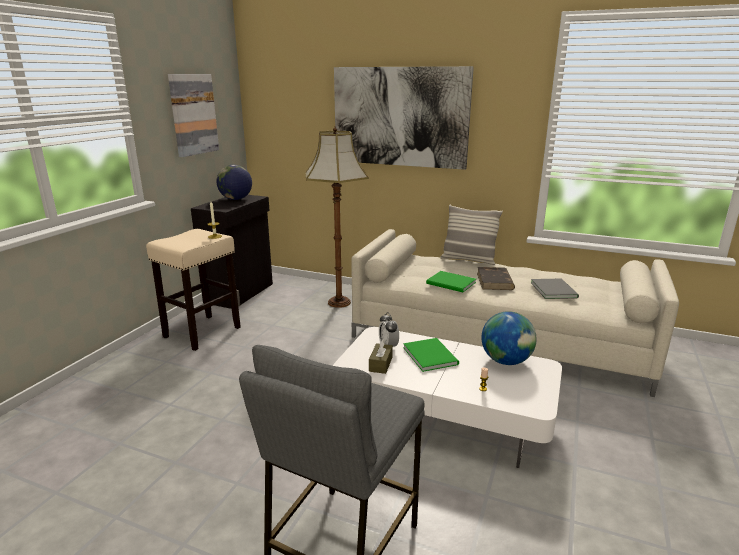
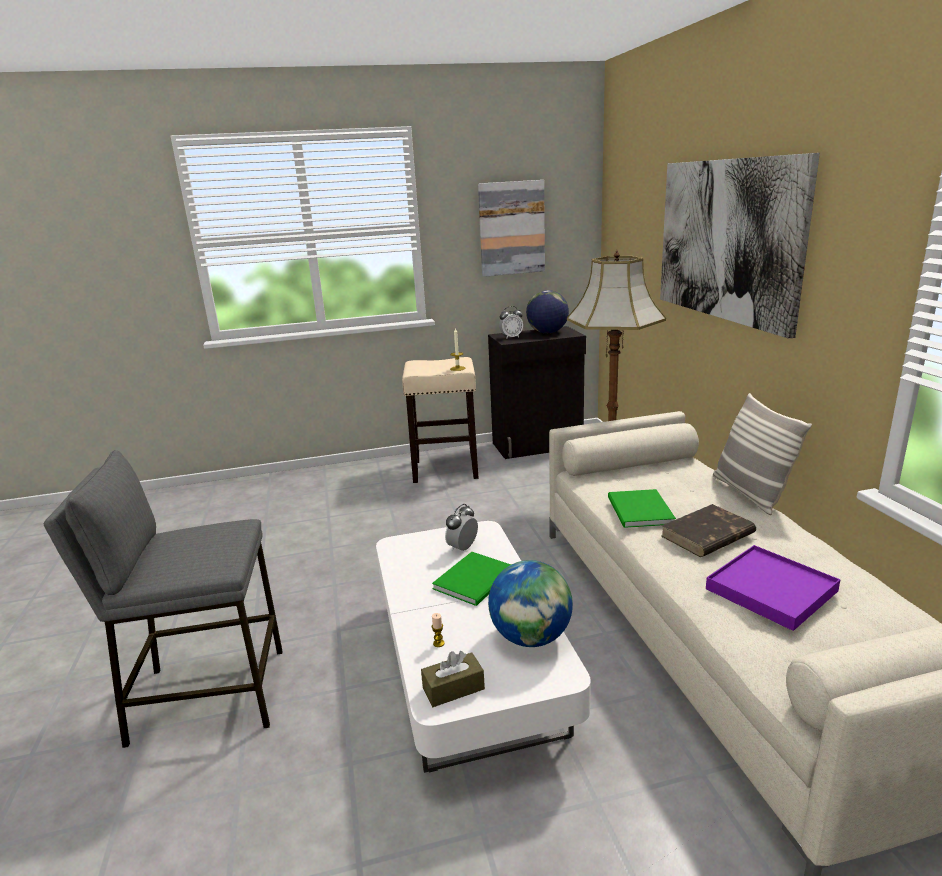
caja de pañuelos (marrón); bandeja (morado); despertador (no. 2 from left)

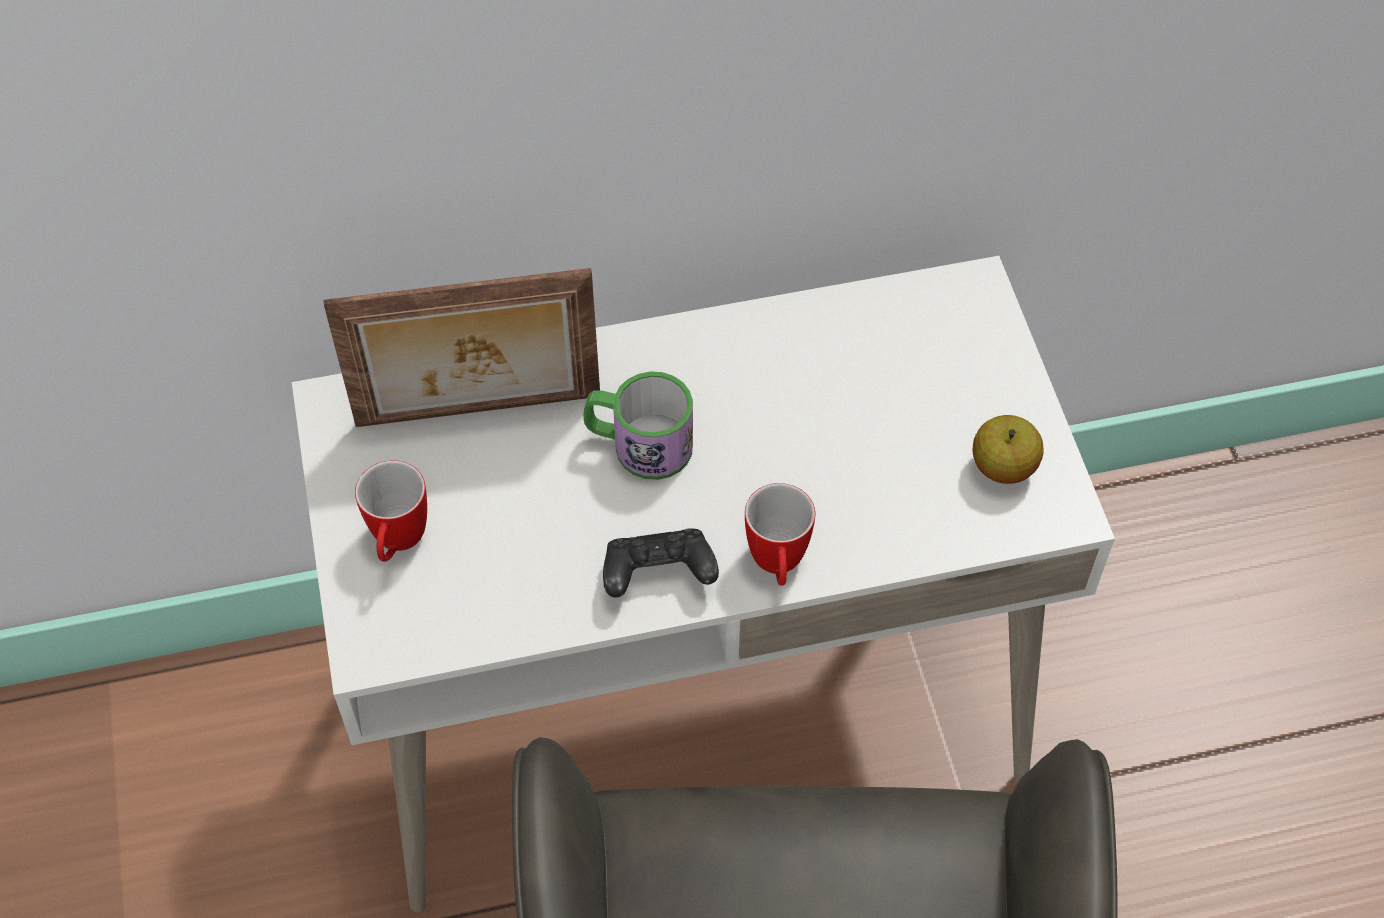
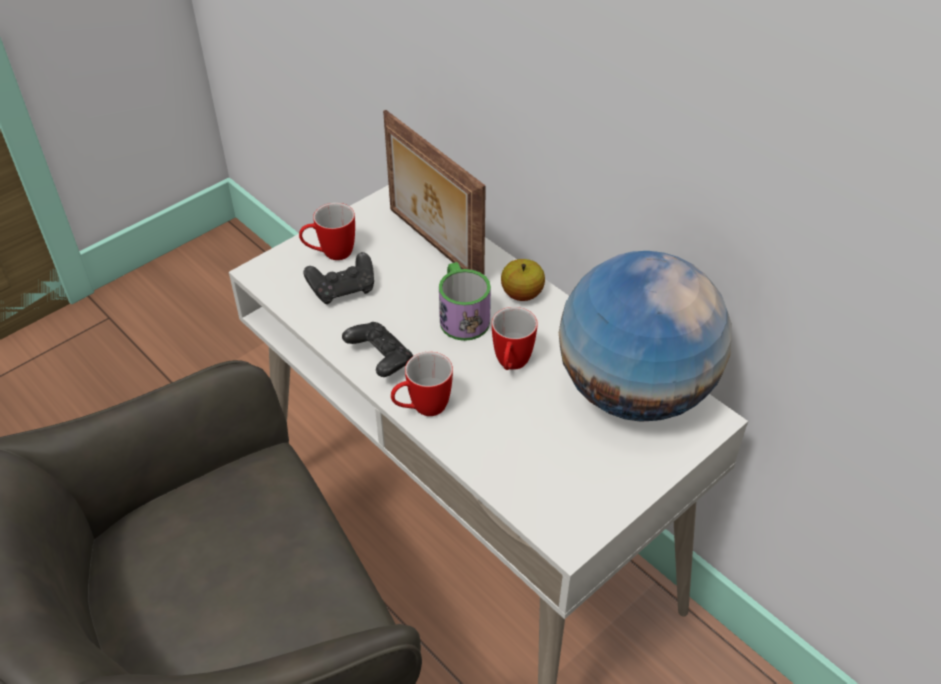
manzana; mando de consola (negro) (no. 1 from left); taza grande (no. 4 from left); globo terráqueo

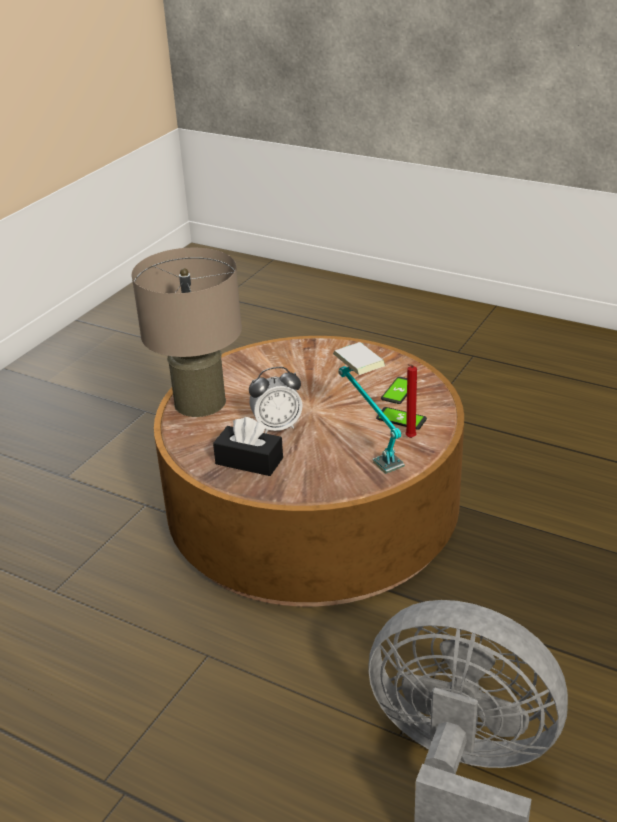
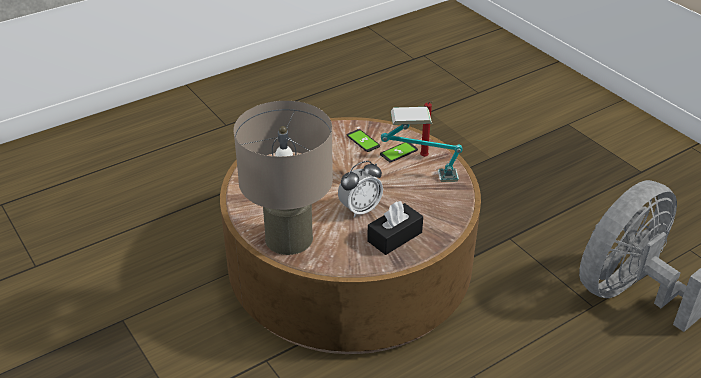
despertador

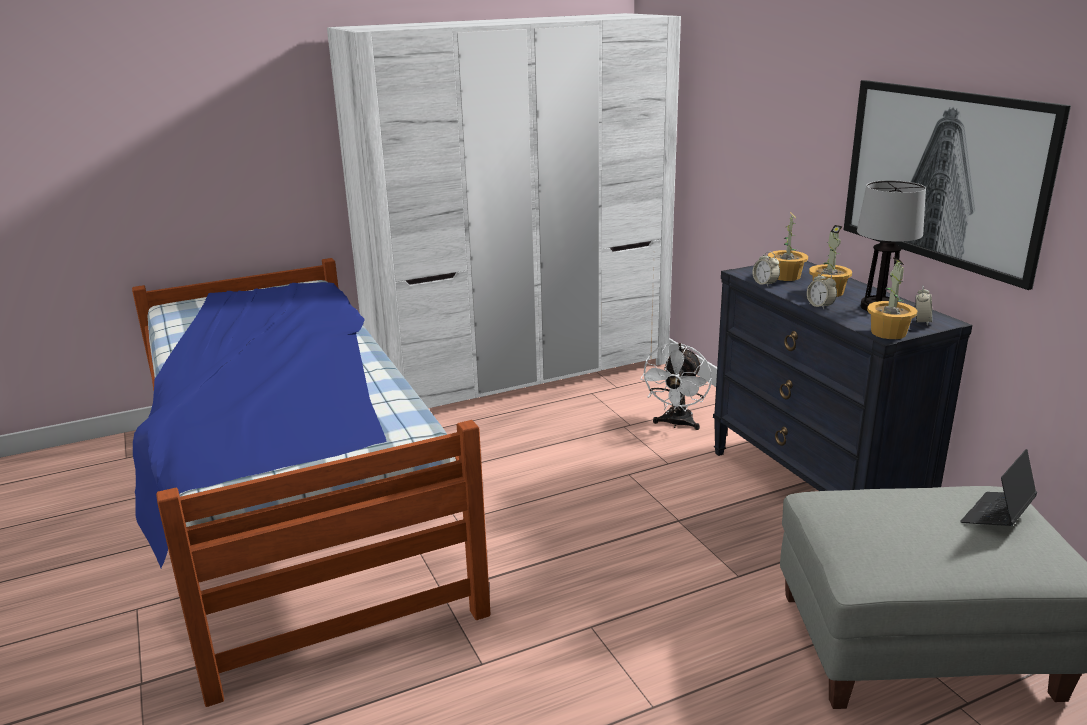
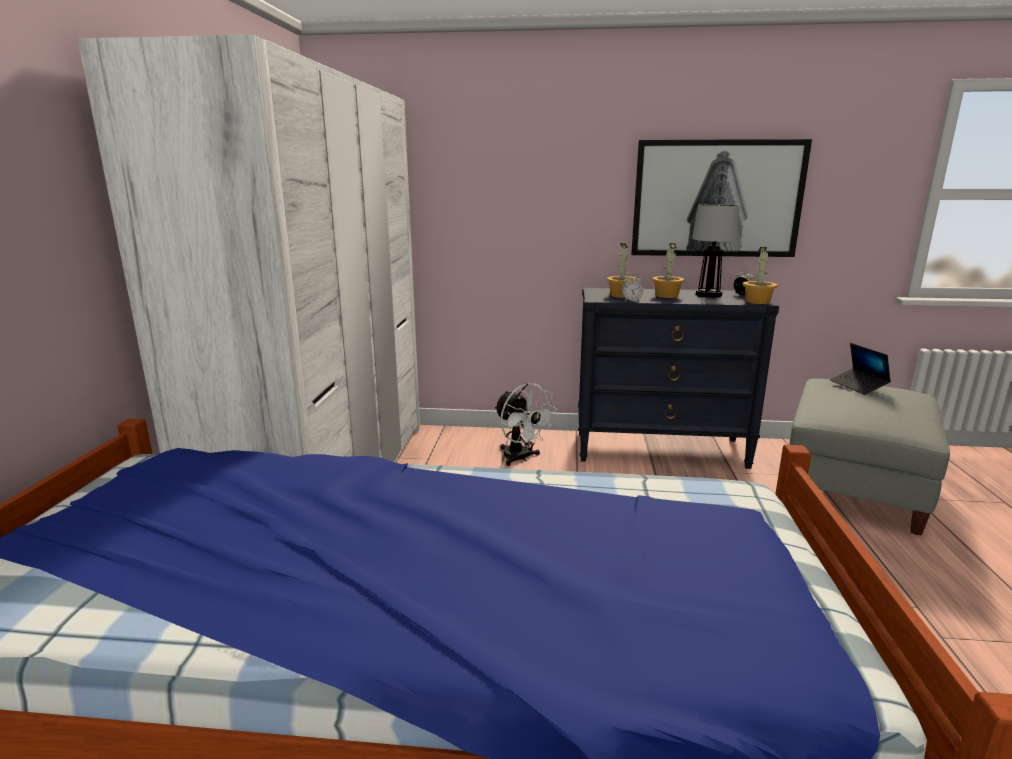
despertador (no. 2 from left in the first image)

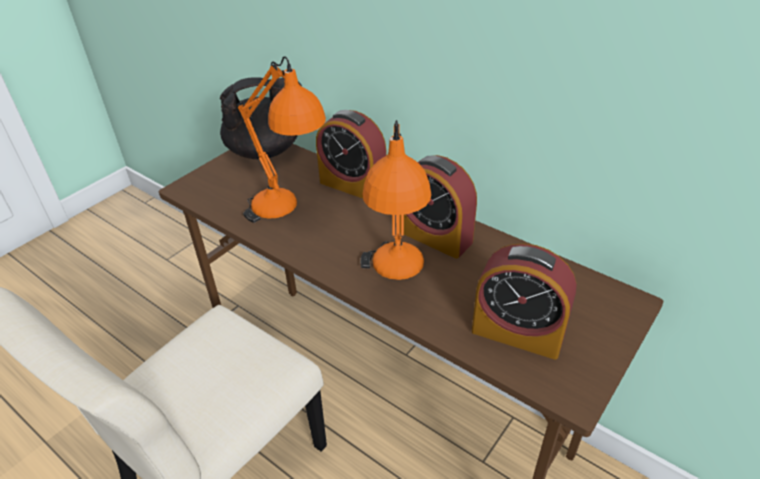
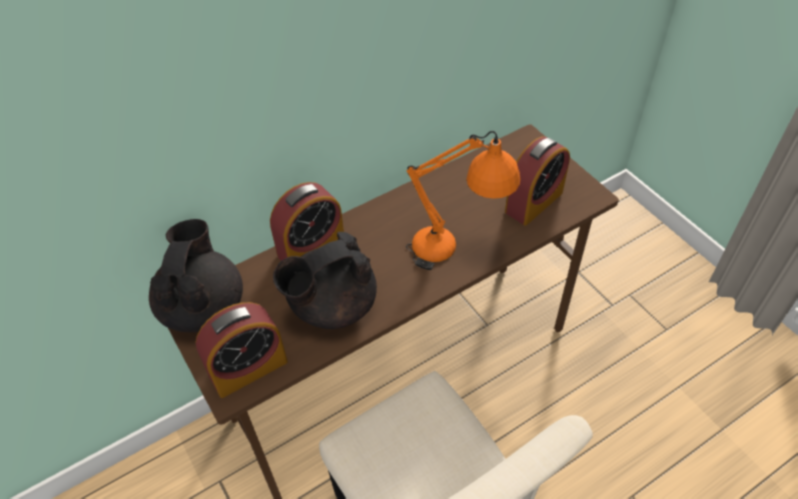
tetera (negro) (no. 2 from left); despertador (no. 1 from left)

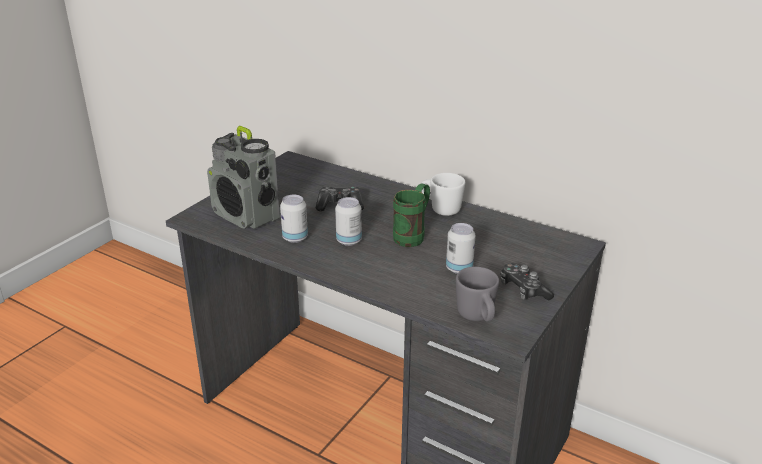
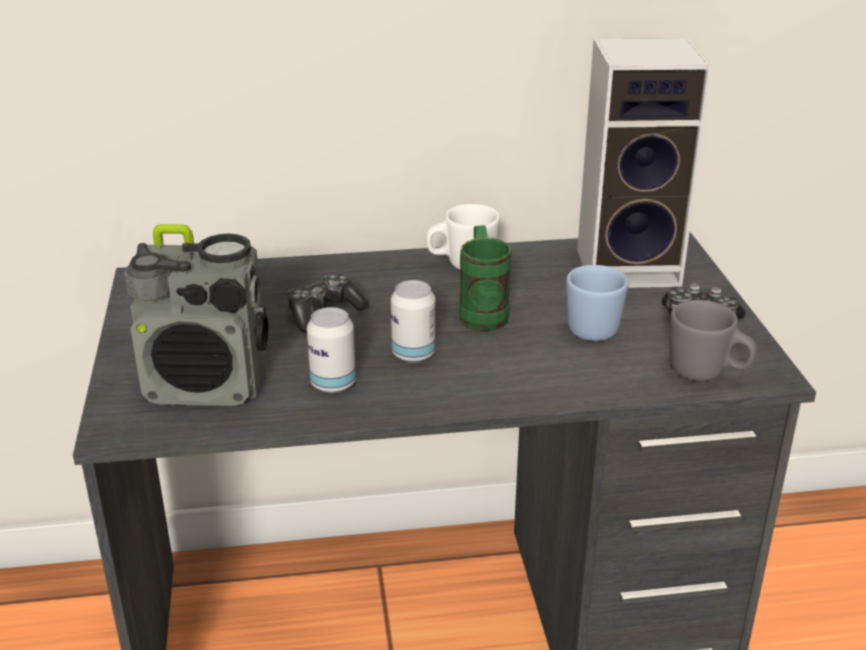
taza grande (azul); altavoz

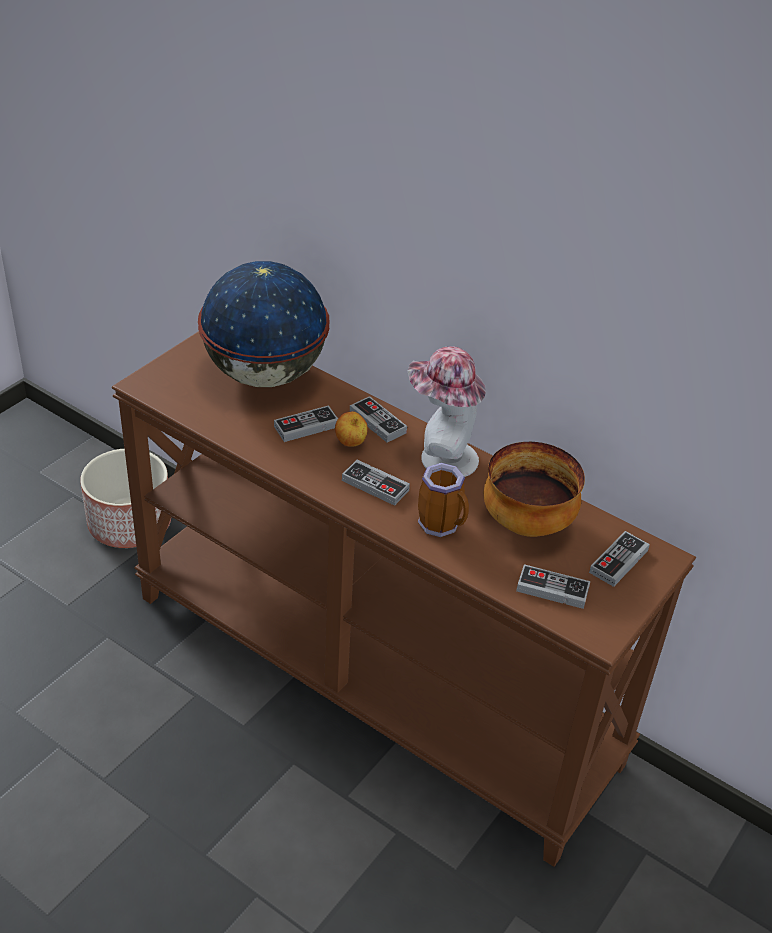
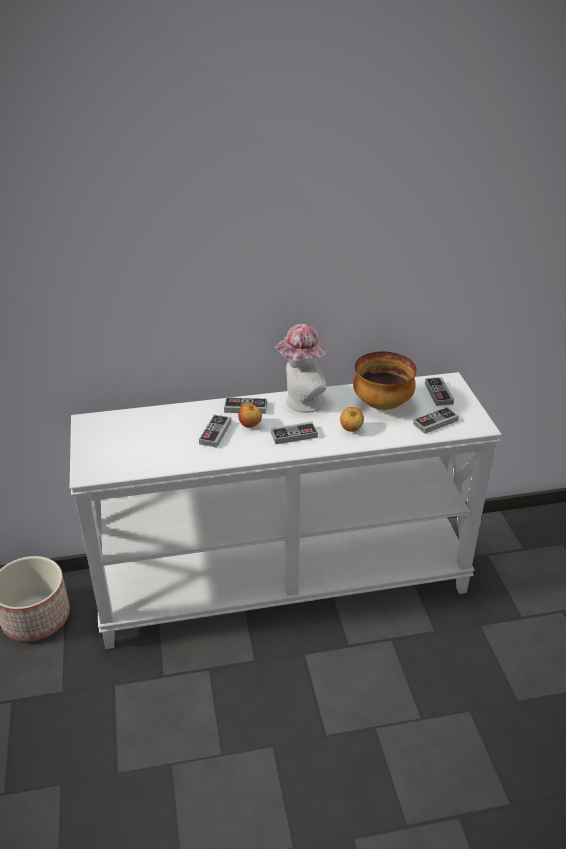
mesa consola (blanco); globo terráqueo; manzana (no. 2 from left)

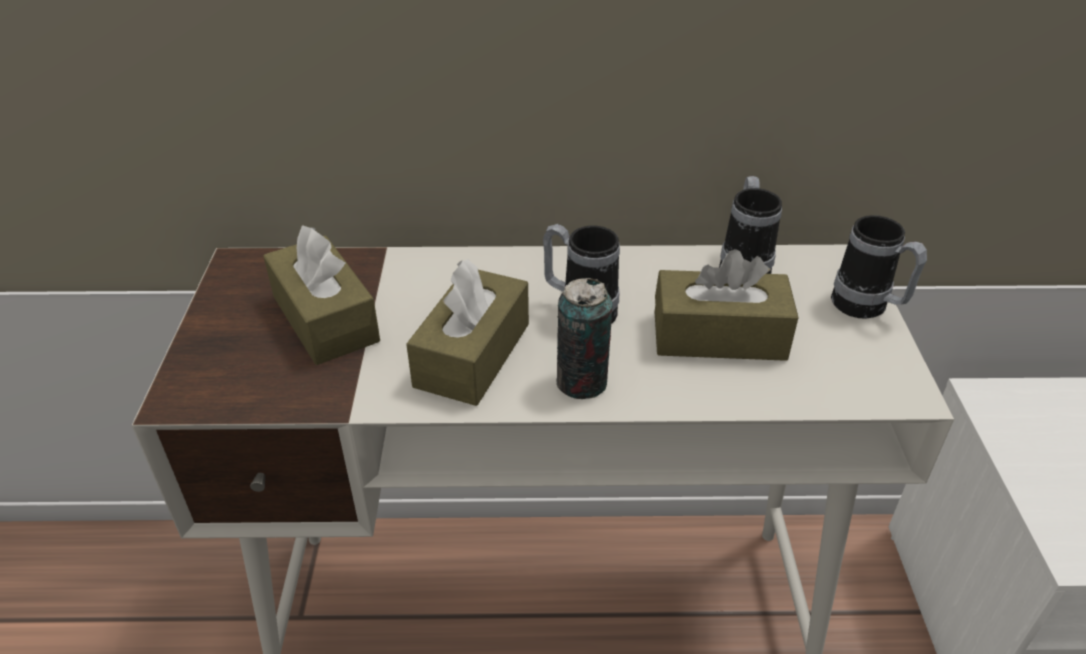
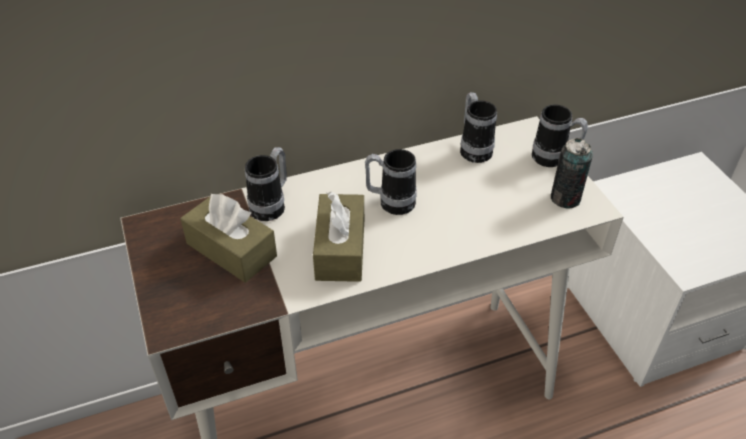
lata; caja de pañuelos (marrón) (no. 3 from left in the first image); taza grande (no. 1 from left)

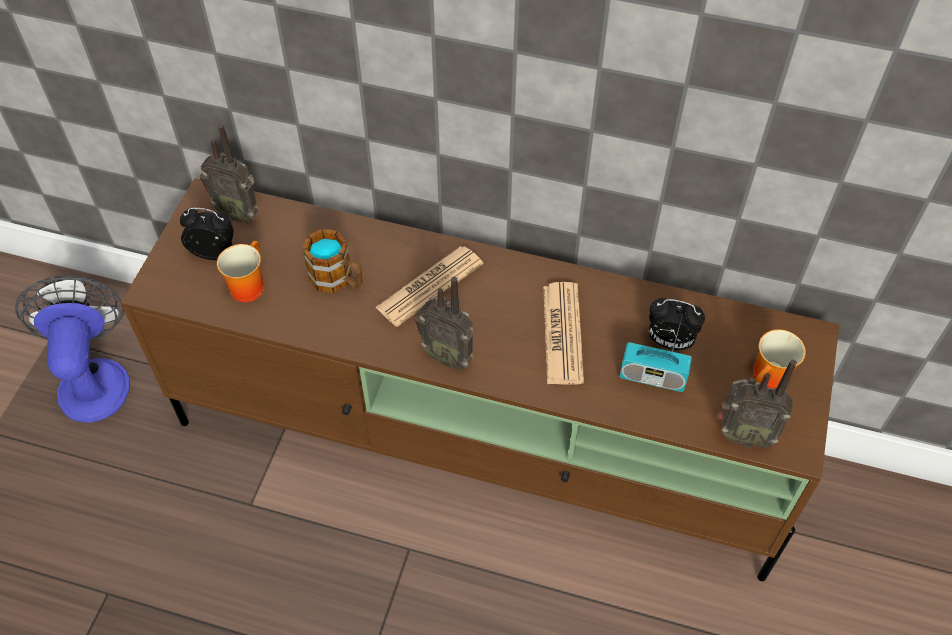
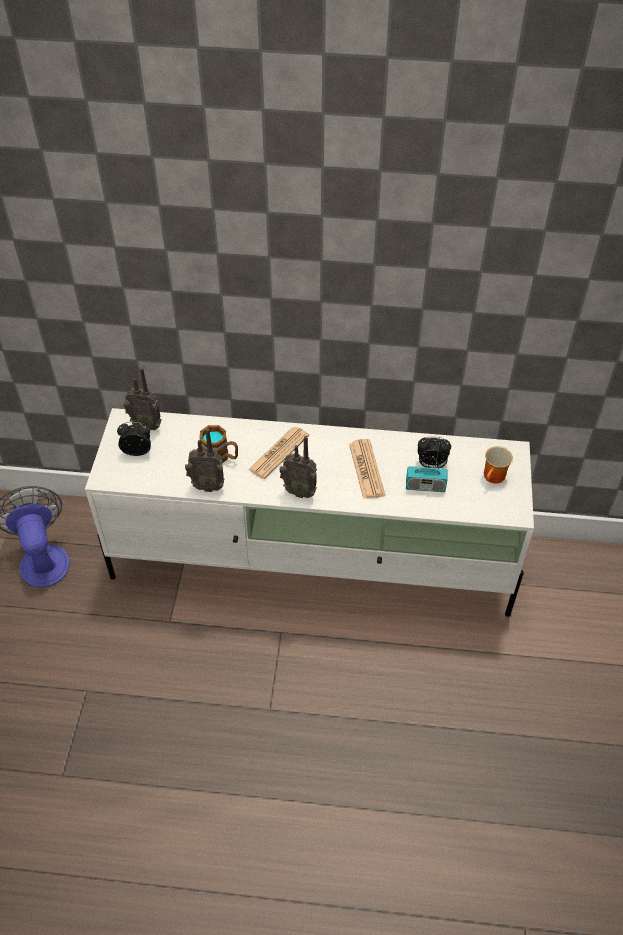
mueble de televisión (blanco); taza grande (no. 1 from left in the first image); radio (no. 2 from left)

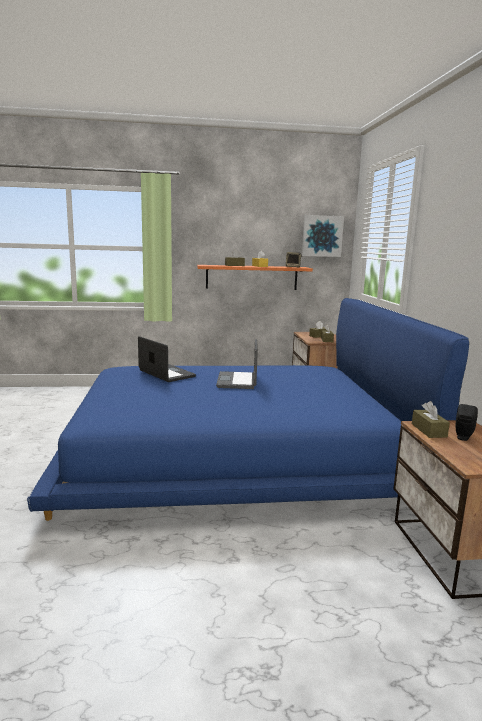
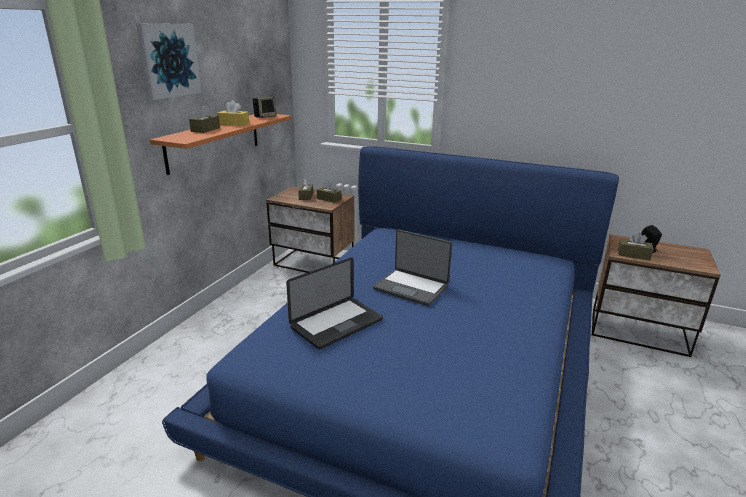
portátil (no. 1 from left); cuadro

